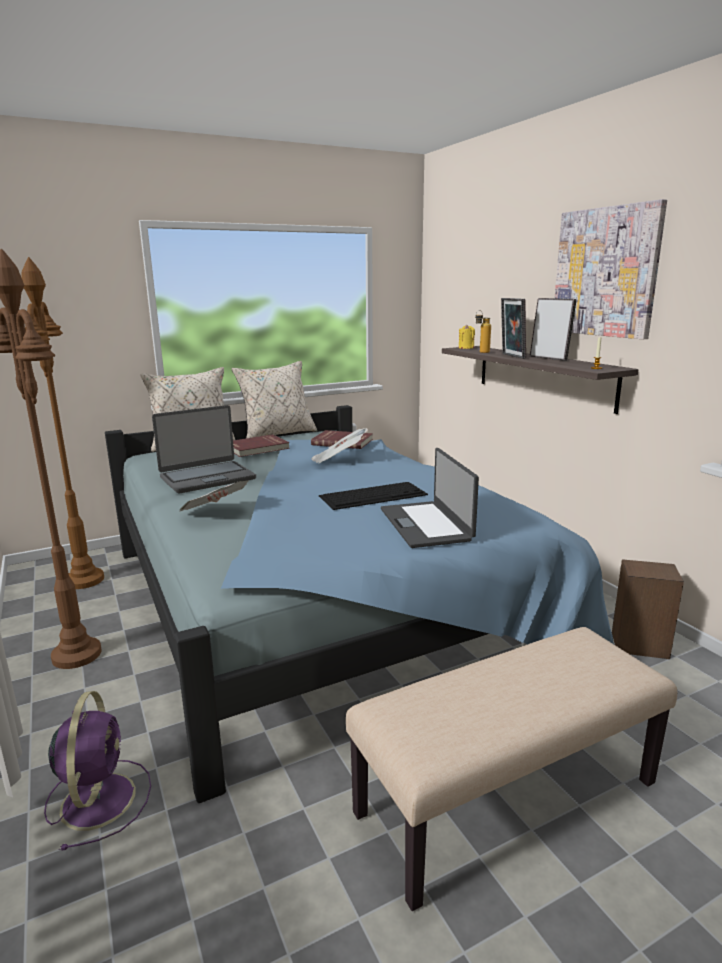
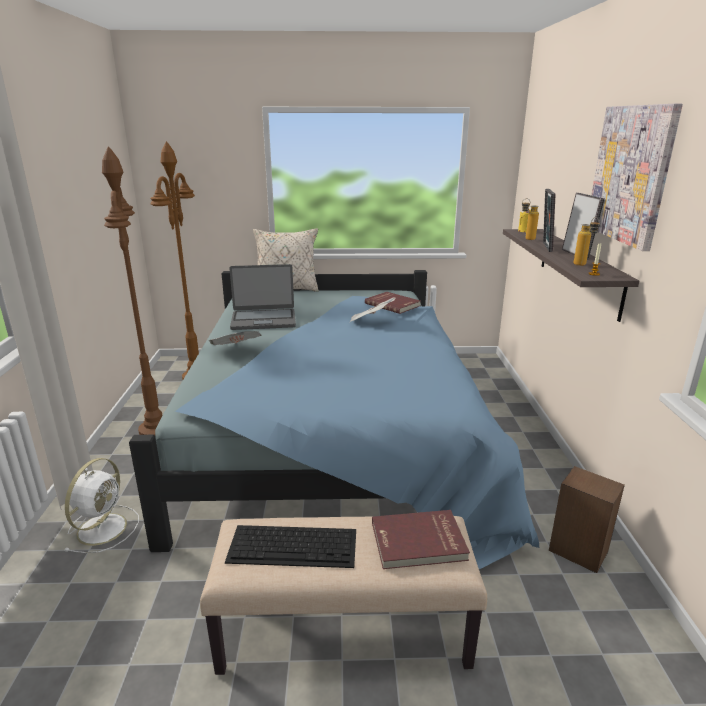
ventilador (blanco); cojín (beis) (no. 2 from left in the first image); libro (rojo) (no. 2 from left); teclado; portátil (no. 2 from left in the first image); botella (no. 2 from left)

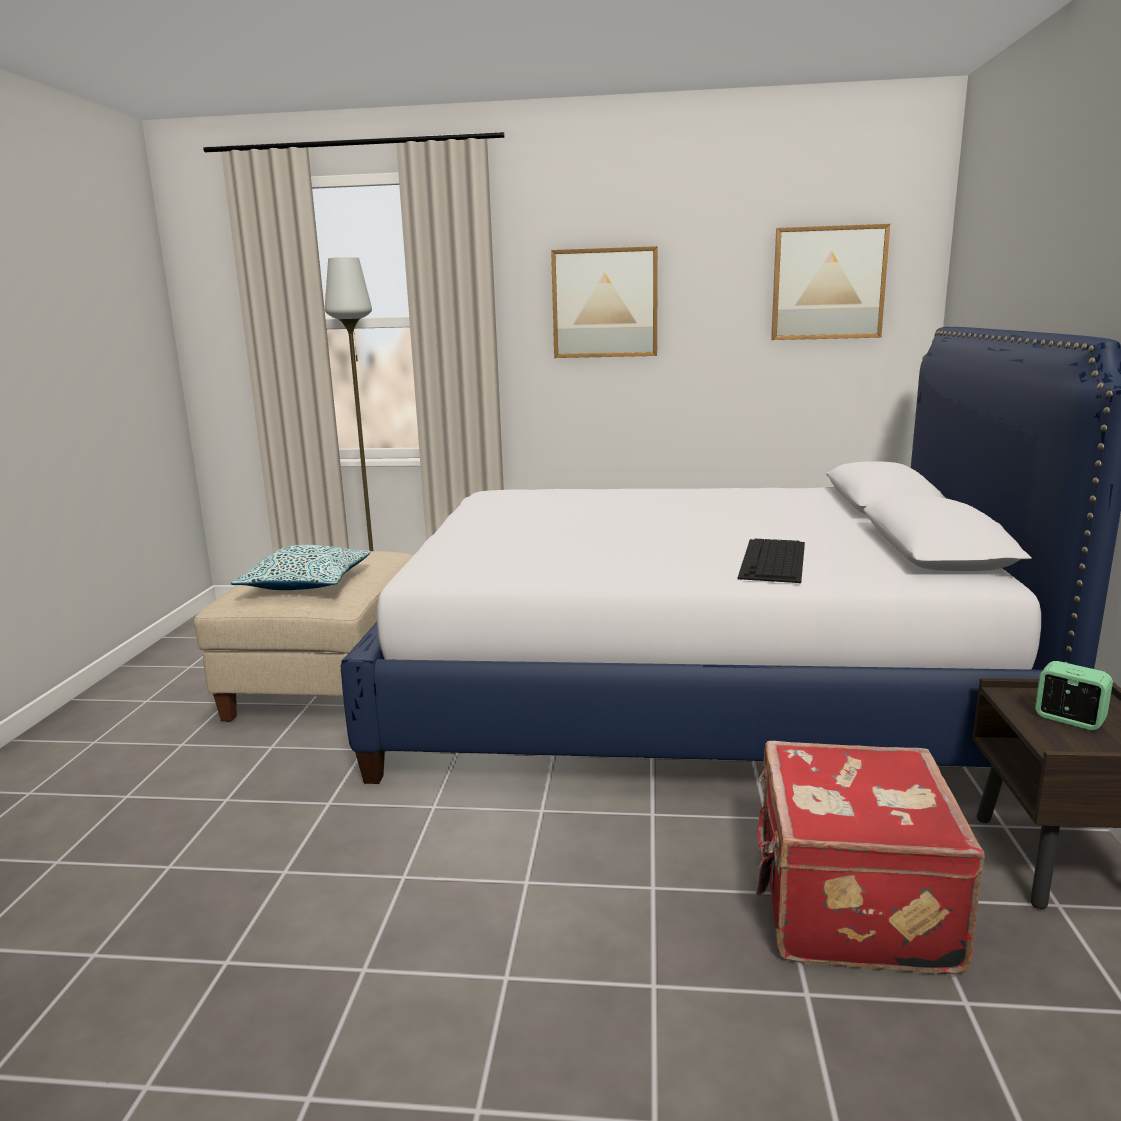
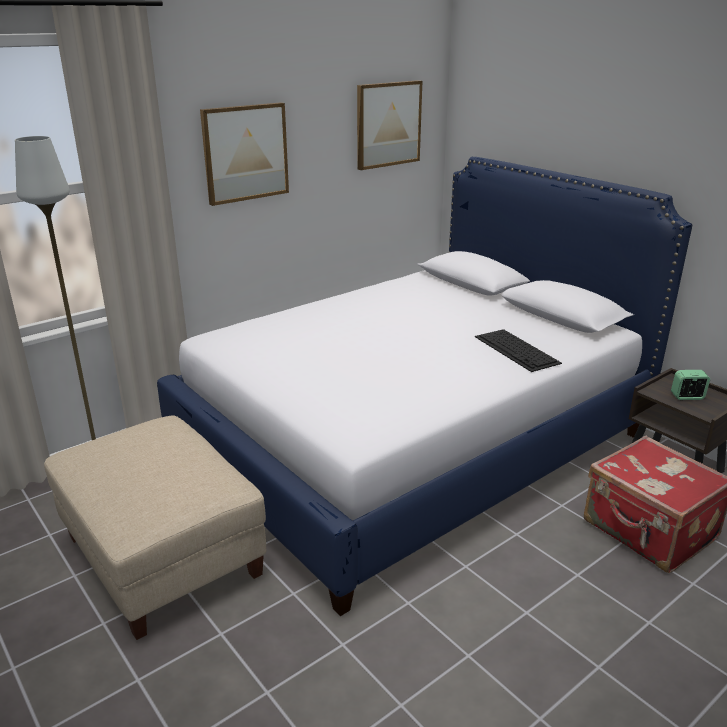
cojín

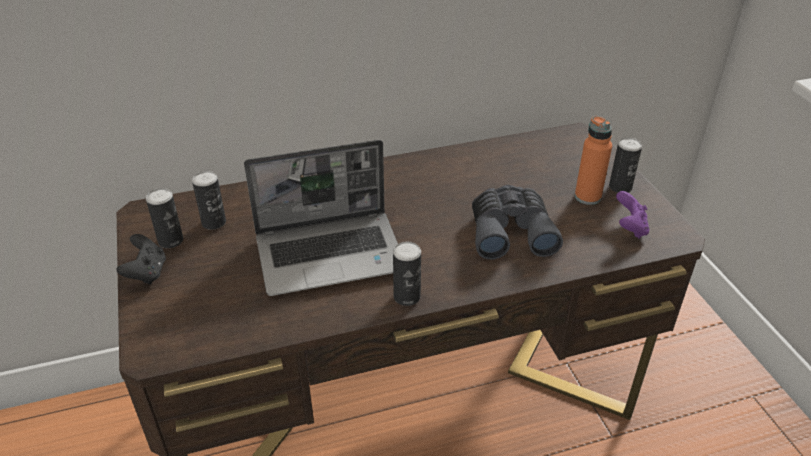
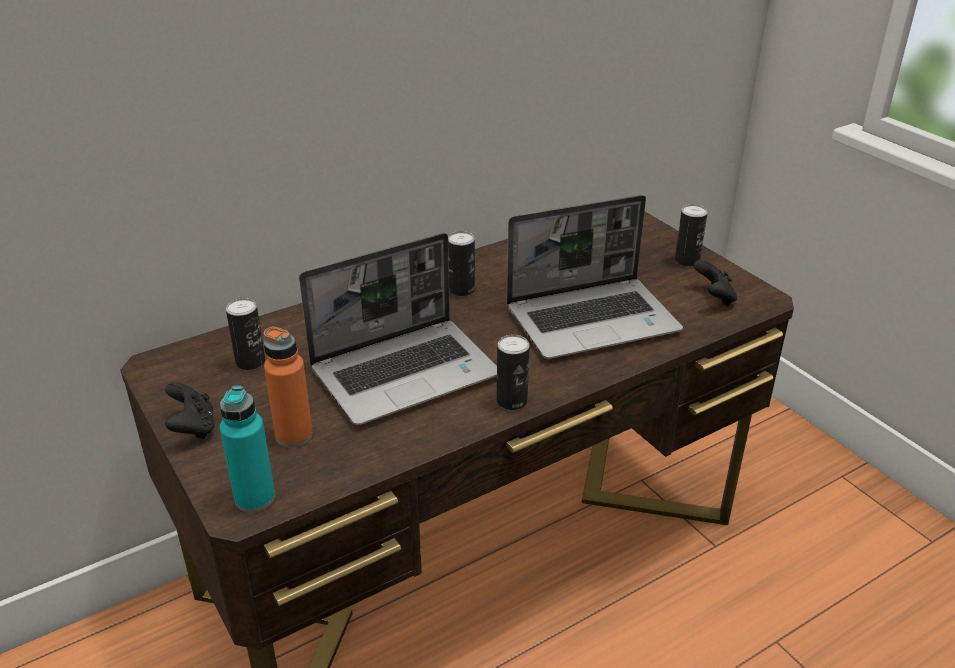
lata (no. 2 from left); portátil (no. 2 from left); botella (naranja); mando de consola (negro) (no. 2 from left); botella (turquesa)

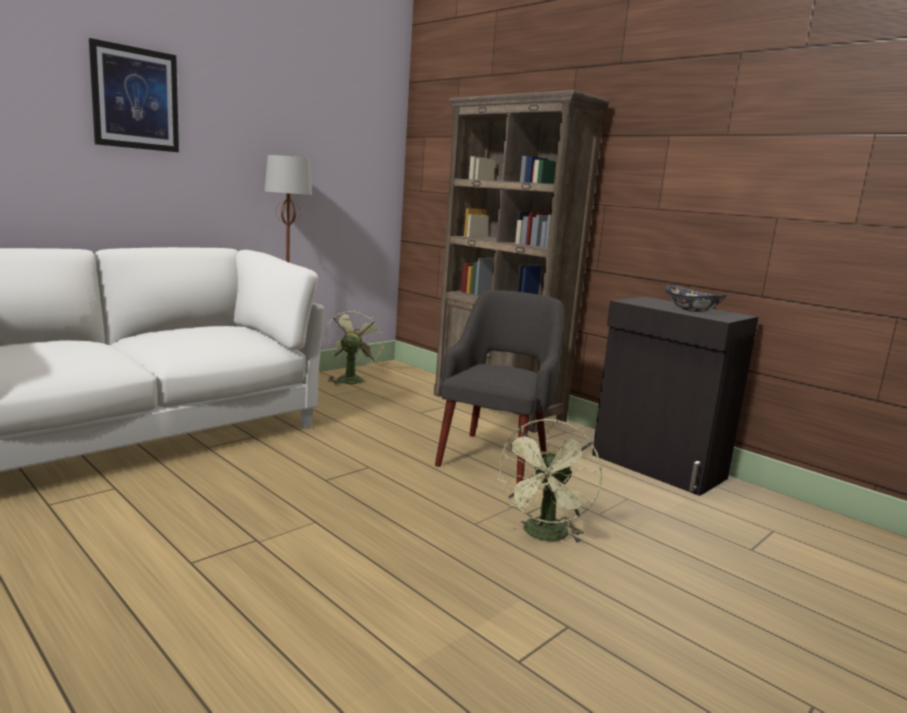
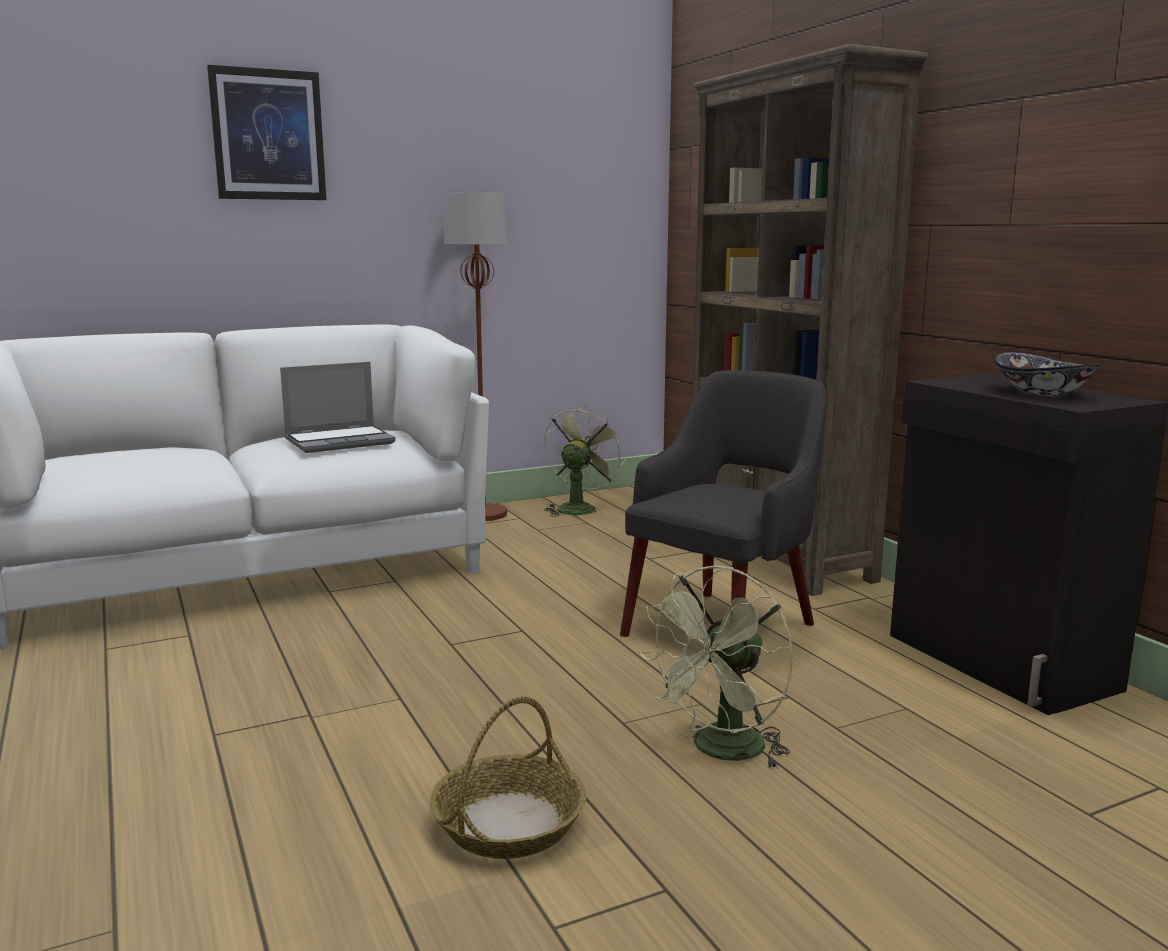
portátil; cesta

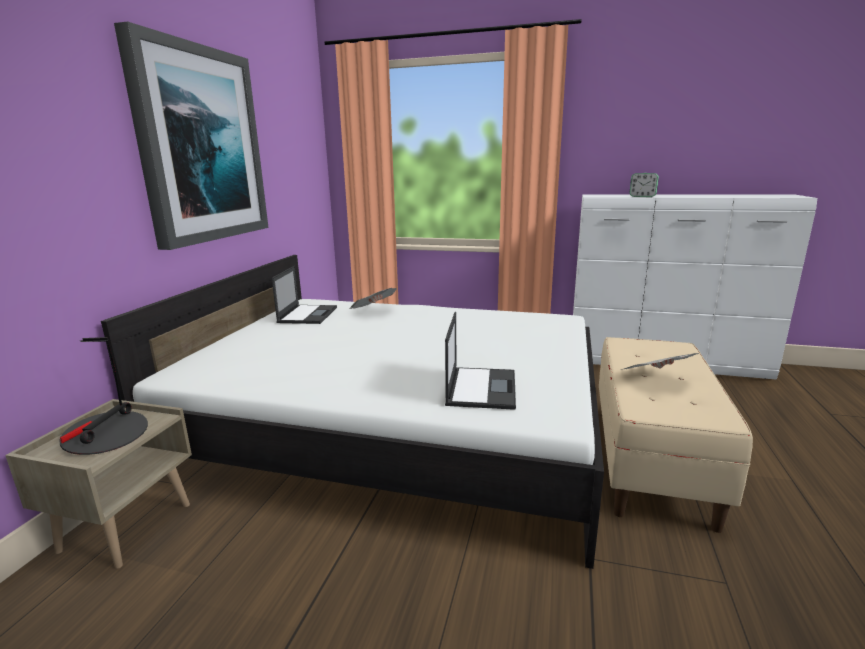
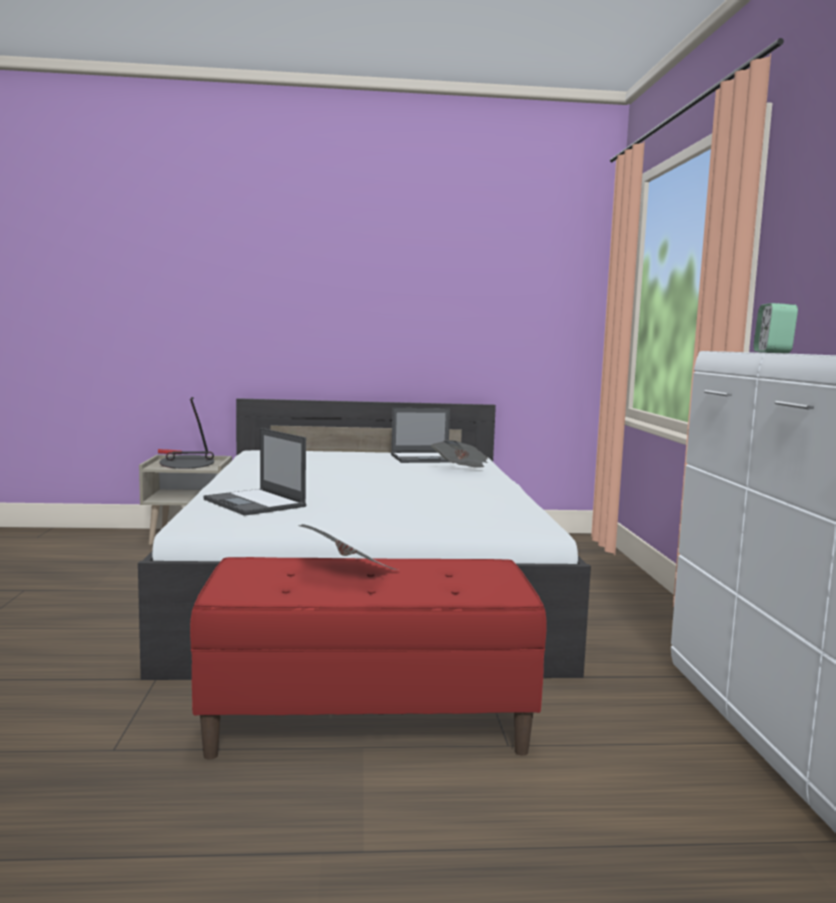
cuadro; portátil (no. 1 from left); banco (rojo)

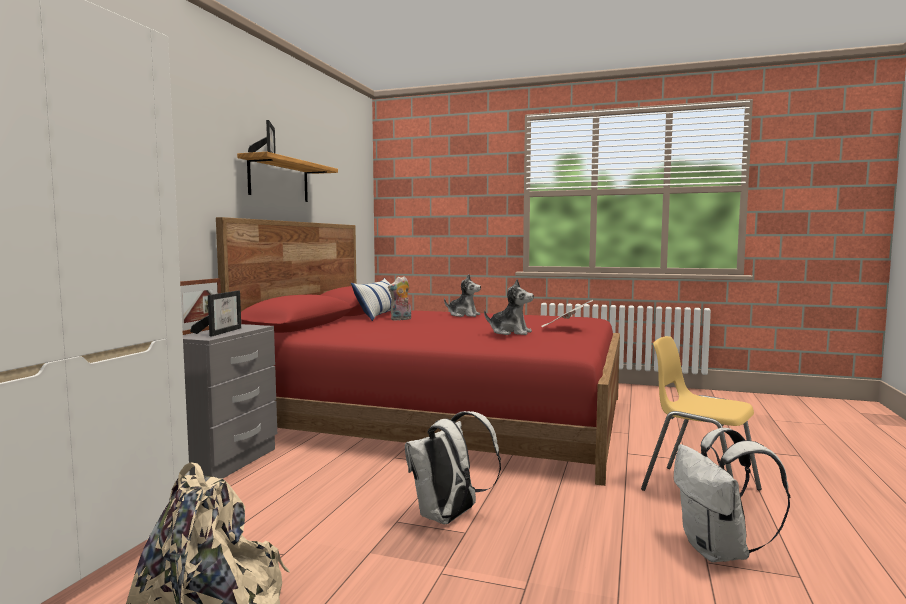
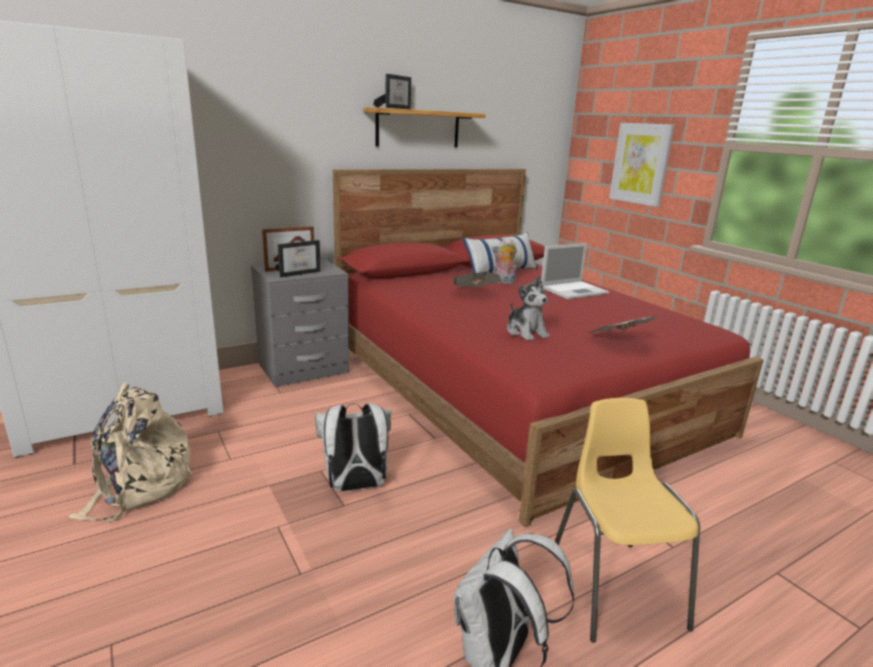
portátil; periódico (no. 1 from left); cuadro

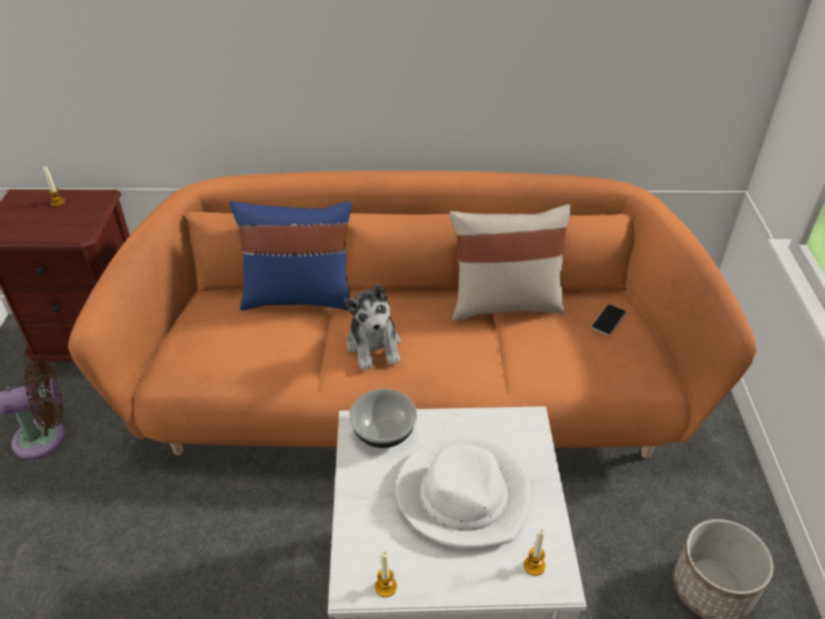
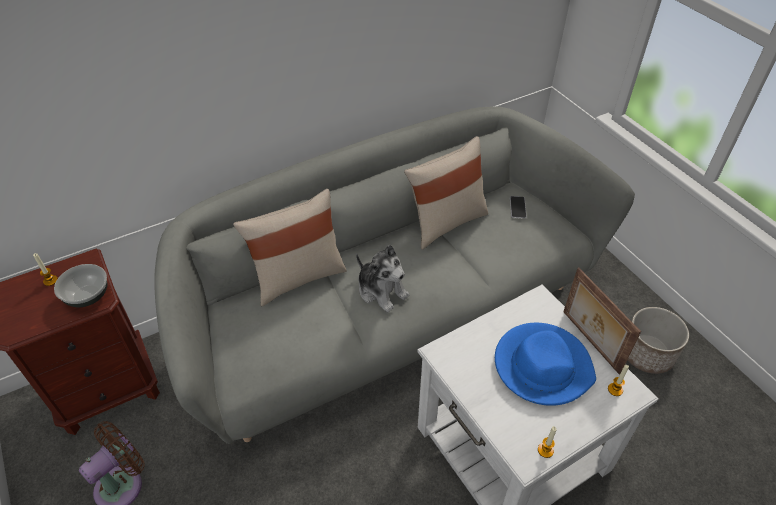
sofá (gris); cojín (beis) (no. 1 from left); cuenco; sombrero (azul); portarretratos

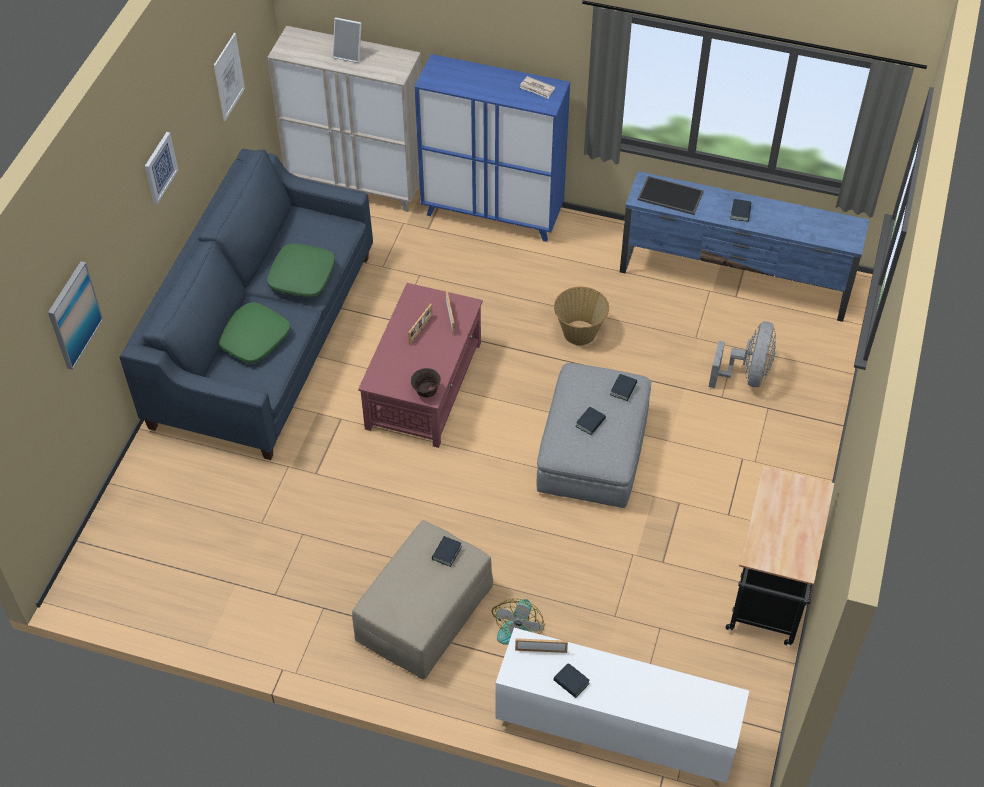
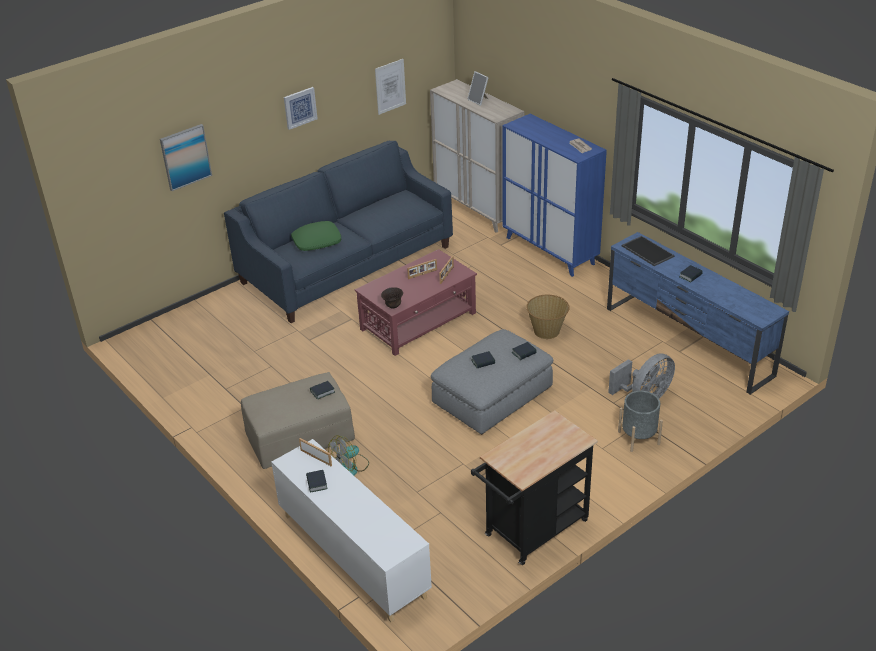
cojín (verde) (no. 2 from left in the first image); maceta (gris)

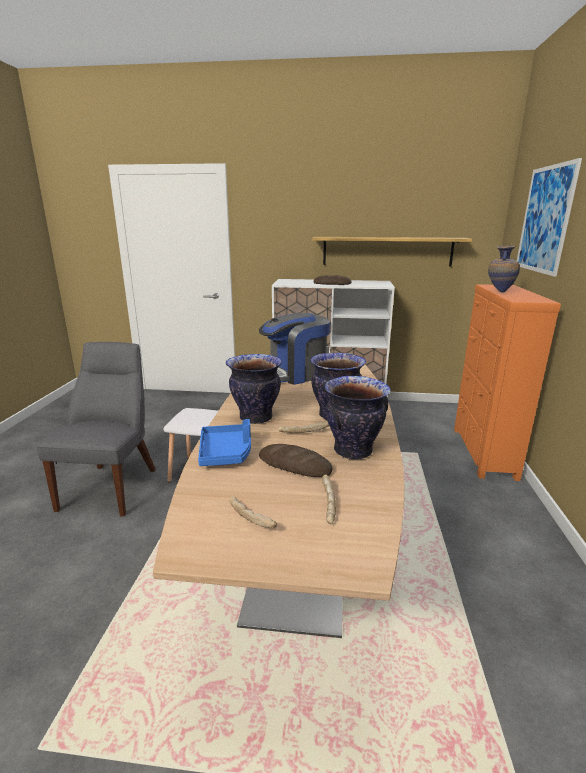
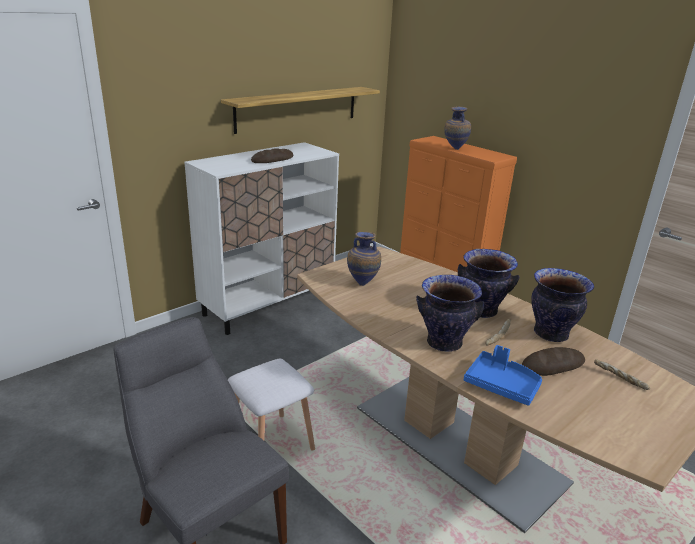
pan (no. 1 from left in the first image); florero (no. 1 from left); cuadro

